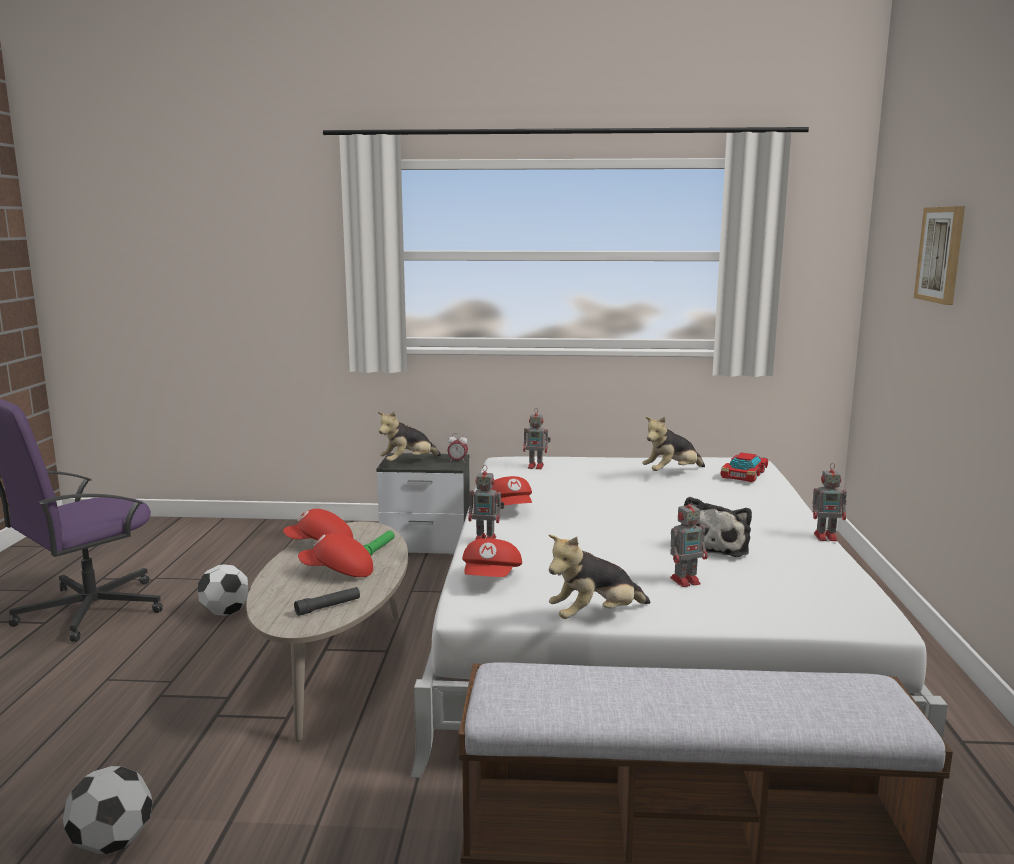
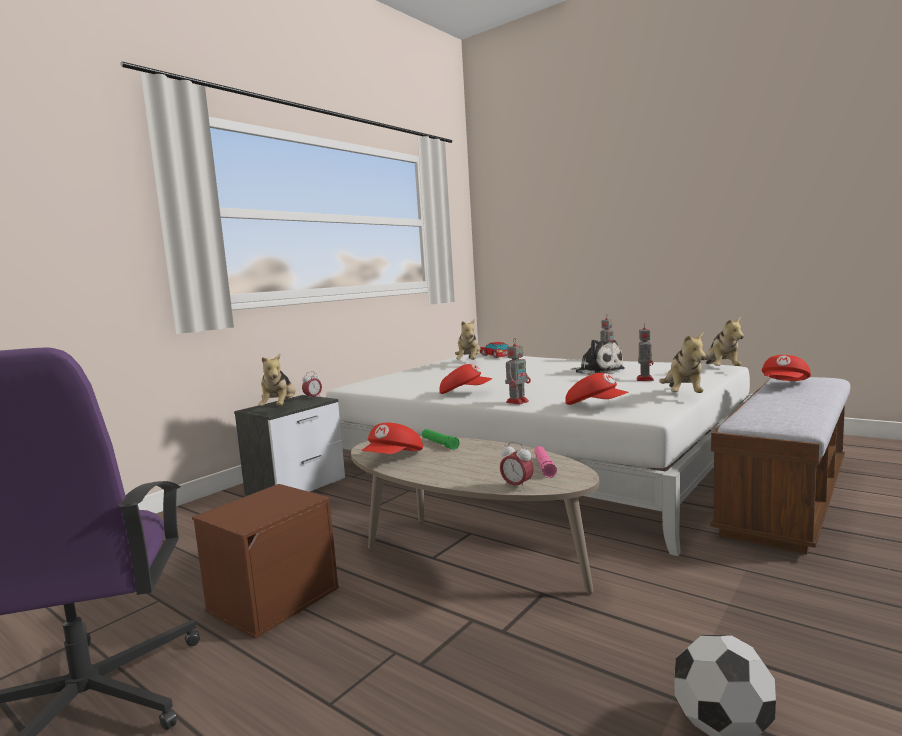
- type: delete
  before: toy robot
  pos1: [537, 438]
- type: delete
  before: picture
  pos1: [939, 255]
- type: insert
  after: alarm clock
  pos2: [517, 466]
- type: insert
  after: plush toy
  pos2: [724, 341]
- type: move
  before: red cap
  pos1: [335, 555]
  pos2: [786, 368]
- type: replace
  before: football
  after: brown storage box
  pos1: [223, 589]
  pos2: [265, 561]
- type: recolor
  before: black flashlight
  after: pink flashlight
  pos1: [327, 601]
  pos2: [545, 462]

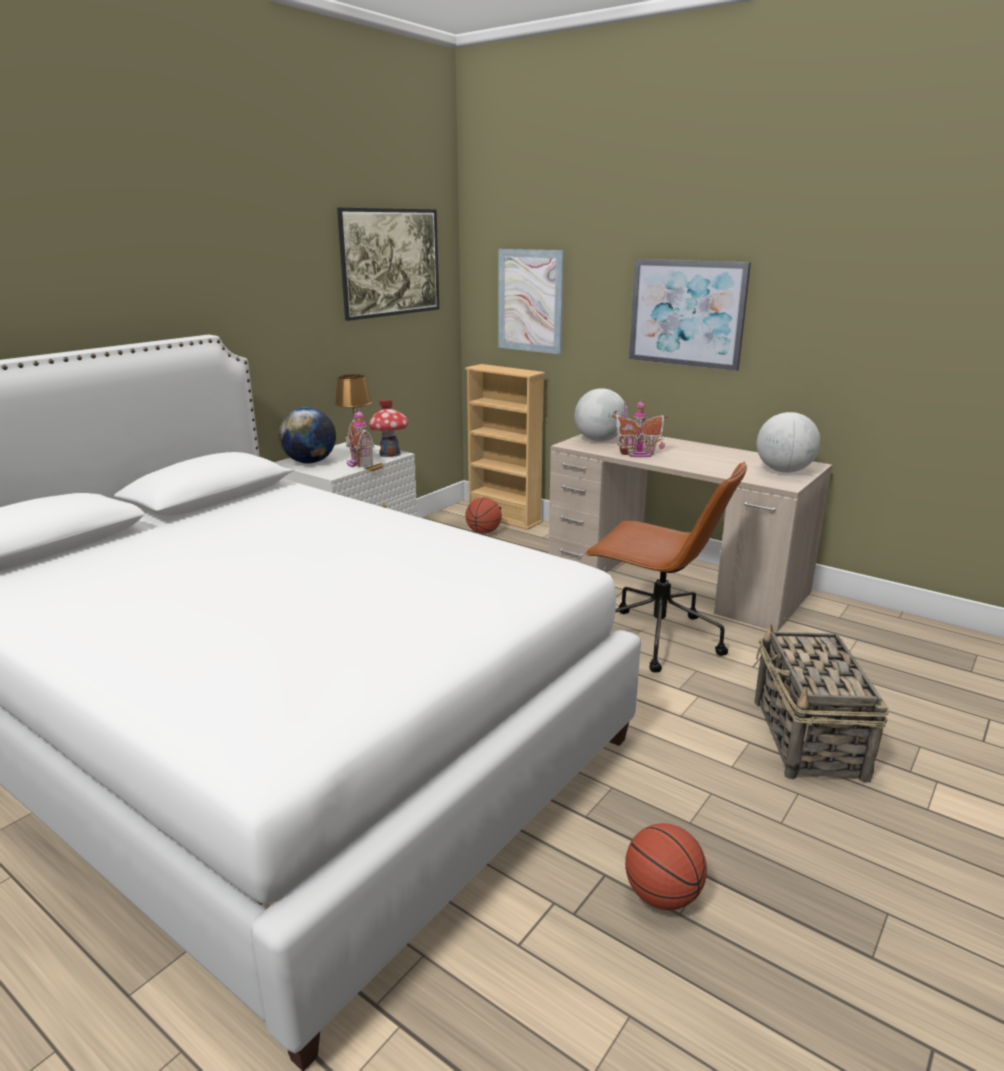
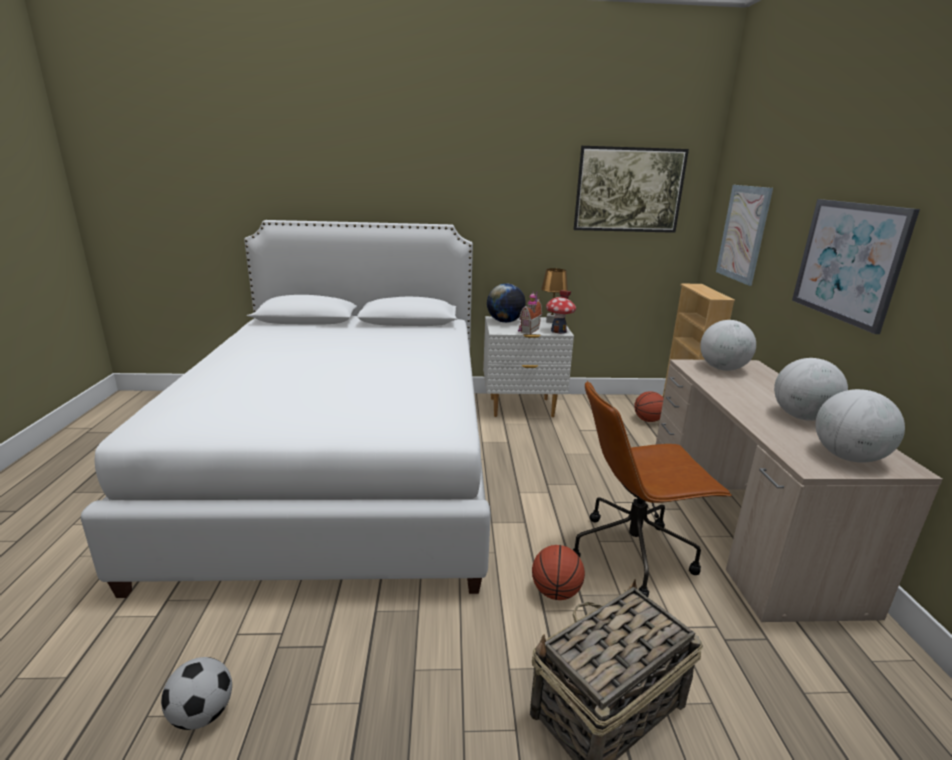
- type: delete
  before: toy house
  pos1: [639, 428]
- type: insert
  after: football
  pos2: [196, 693]
- type: insert
  after: globe
  pos2: [811, 389]
- type: move
  before: basketball
  pos1: [666, 866]
  pos2: [558, 572]
- type: rotate
  before: brown office chair
  pos1: [665, 567]
  pos2: [652, 488]
  turn: 90

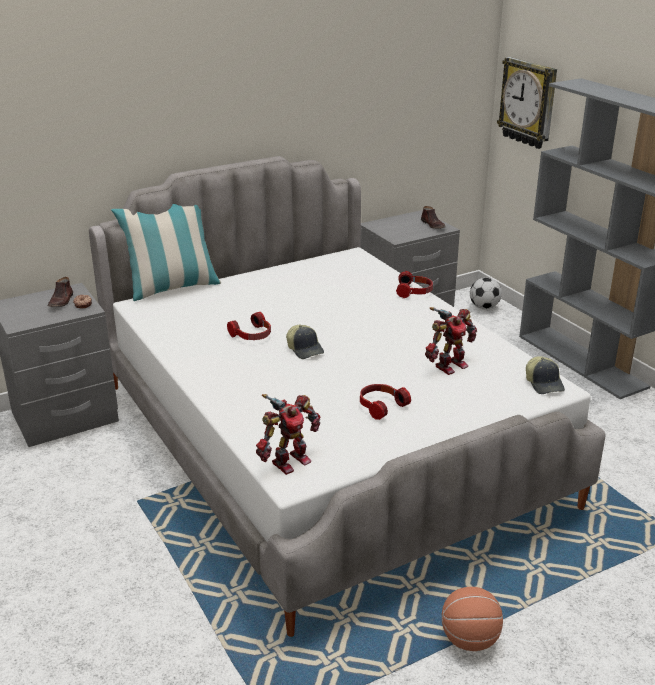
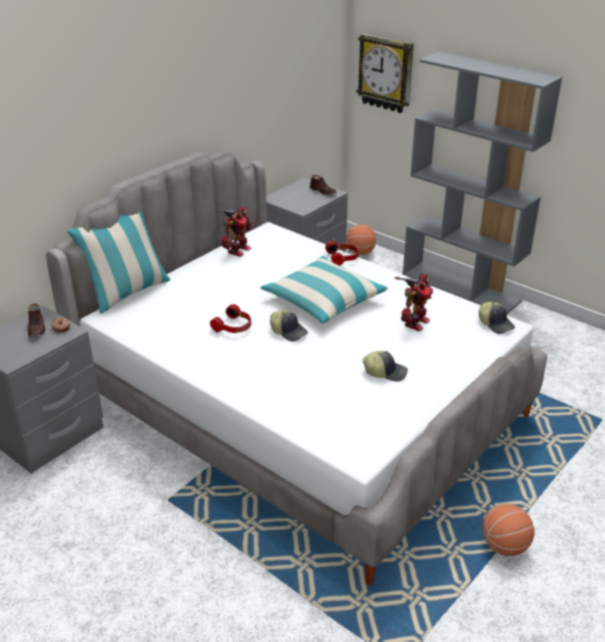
- type: insert
  after: pillow
  pos2: [324, 290]
- type: move
  before: toy robot
  pos1: [288, 434]
  pos2: [234, 231]
- type: replace
  before: headphones
  after: cap
  pos1: [385, 402]
  pos2: [385, 366]
- type: replace
  before: football
  after: basketball
  pos1: [486, 293]
  pos2: [361, 239]

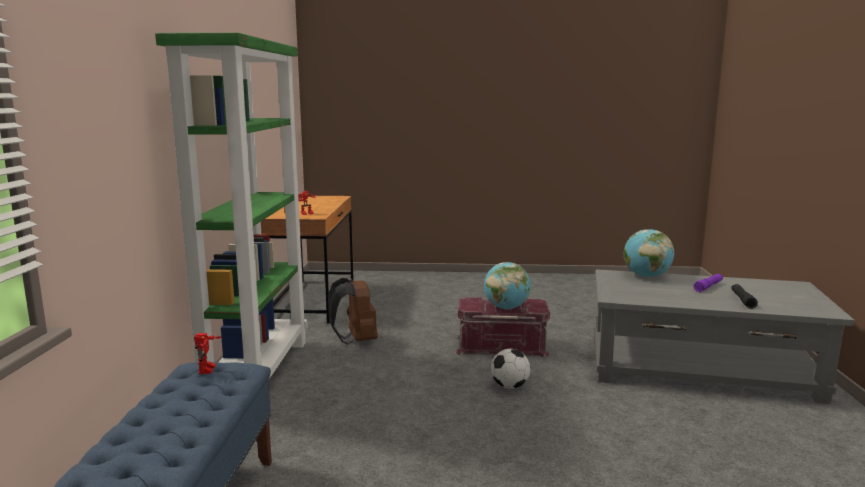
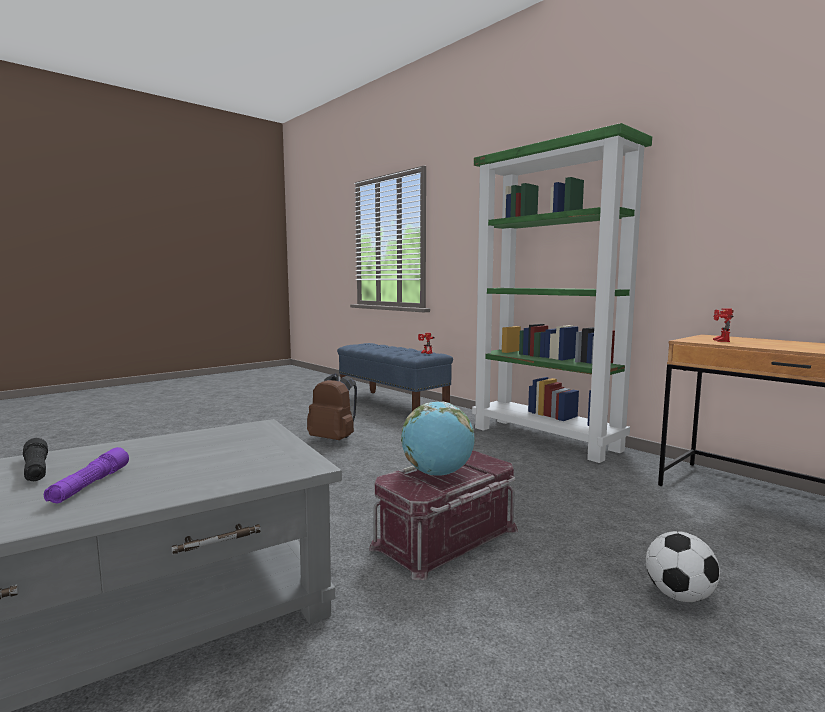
- type: delete
  before: globe
  pos1: [648, 253]
- type: move
  before: brown backpack
  pos1: [353, 311]
  pos2: [332, 406]
- type: move
  before: football
  pos1: [510, 369]
  pos2: [683, 566]

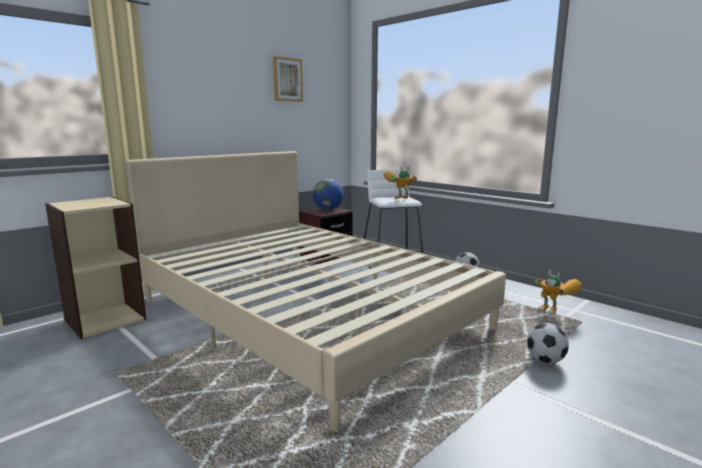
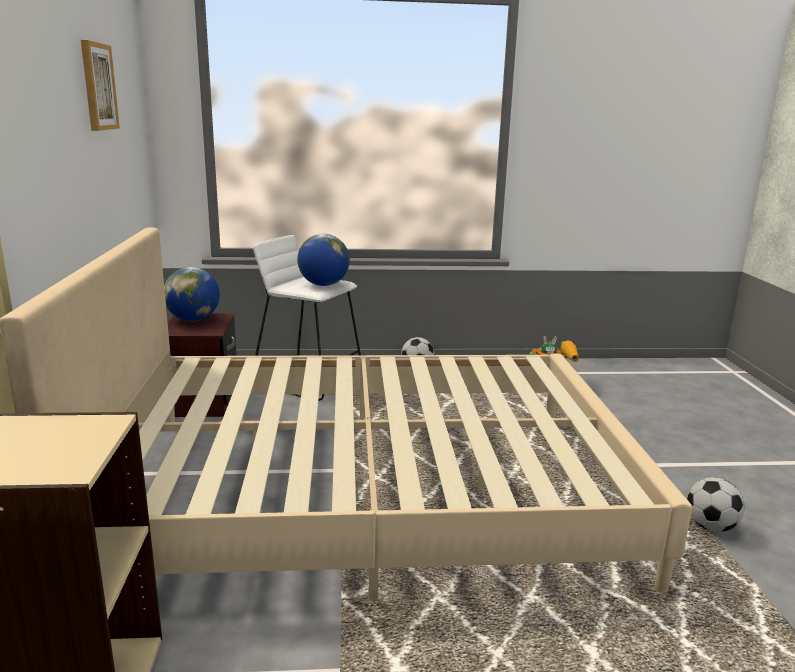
- type: move
  before: football
  pos1: [548, 343]
  pos2: [715, 504]
- type: replace
  before: toy robot
  after: globe
  pos1: [400, 182]
  pos2: [323, 260]

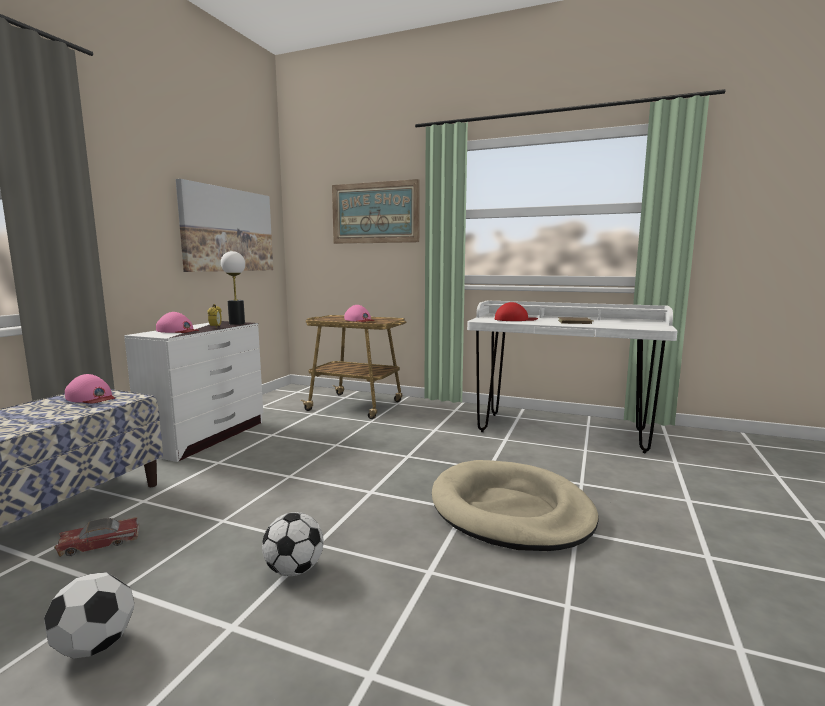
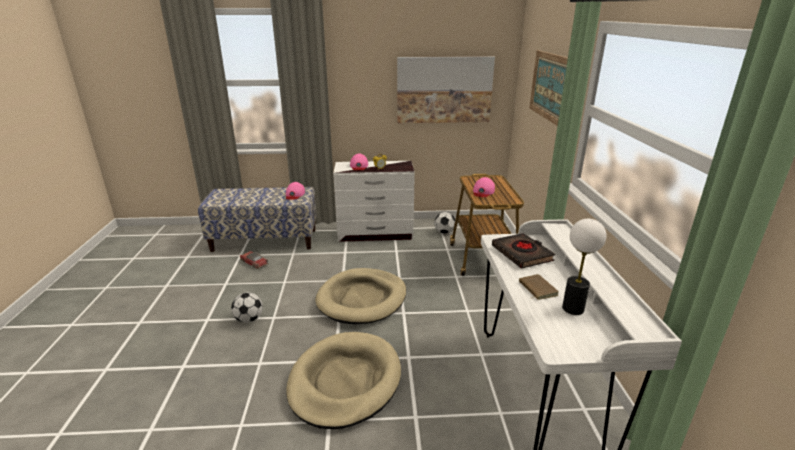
- type: insert
  after: beige dog bed
  pos2: [360, 296]
- type: move
  before: football
  pos1: [89, 615]
  pos2: [444, 223]
- type: move
  before: table lamp
  pos1: [233, 288]
  pos2: [584, 267]
- type: replace
  before: red cap
  after: black book
  pos1: [516, 311]
  pos2: [523, 251]

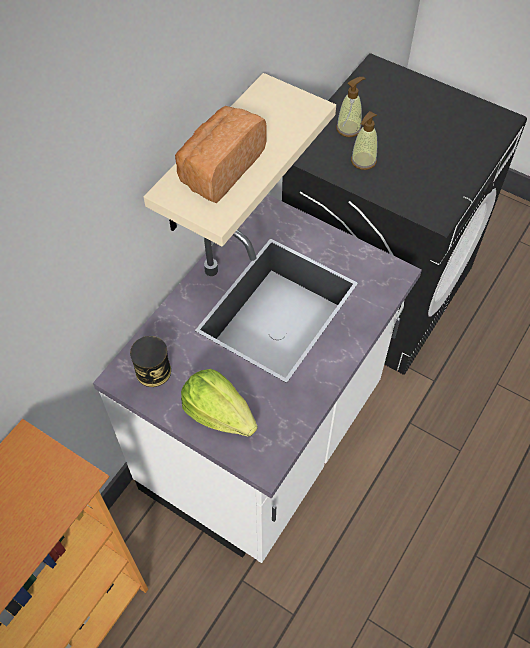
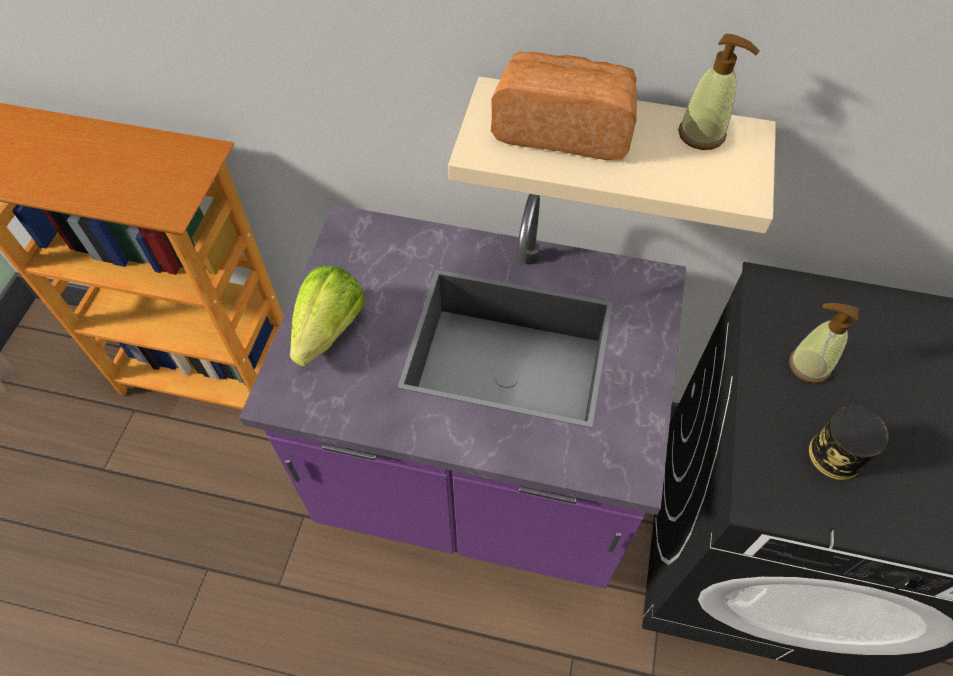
- type: move
  before: can
  pos1: [150, 361]
  pos2: [848, 443]
- type: move
  before: soap dispenser
  pos1: [351, 107]
  pos2: [718, 92]
- type: recolor
  before: white counter
  after: purple counter
  pos1: [257, 378]
  pos2: [462, 391]

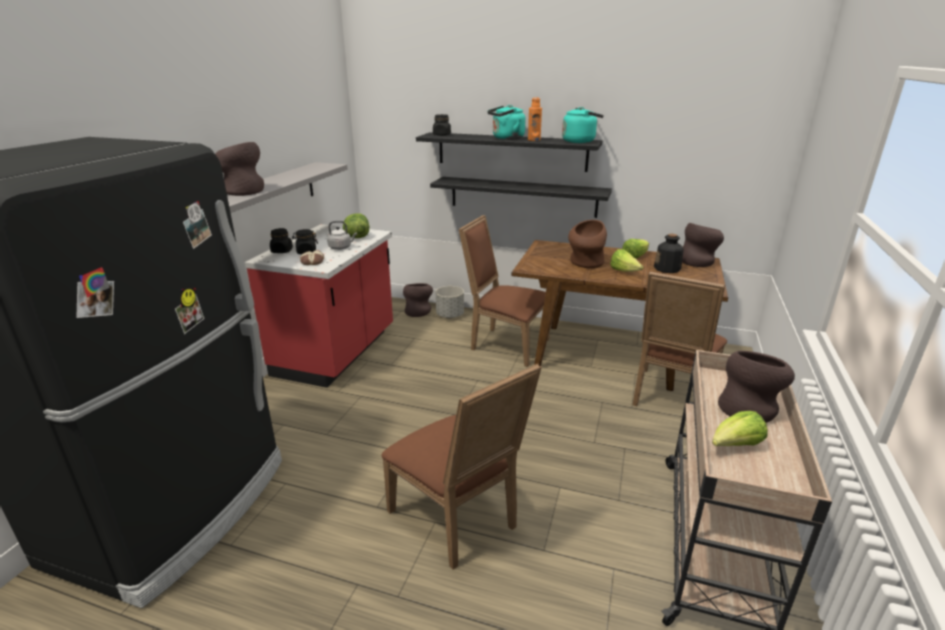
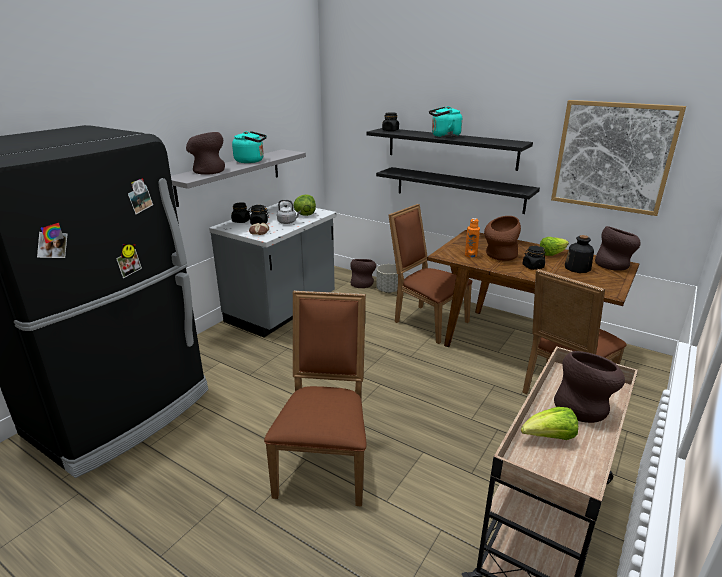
- type: insert
  after: picture
  pos2: [618, 158]
- type: move
  before: orange bottle
  pos1: [535, 119]
  pos2: [472, 238]
- type: move
  before: turquoise kettle
  pos1: [583, 125]
  pos2: [249, 147]
- type: replace
  before: lettuce
  after: black jar
  pos1: [626, 260]
  pos2: [534, 258]
- type: recolor
  before: red counter
  after: grey counter
  pos1: [319, 306]
  pos2: [273, 269]
- type: rotate
  before: brown chair
  pos1: [461, 466]
  pos2: [315, 399]
  turn: -150

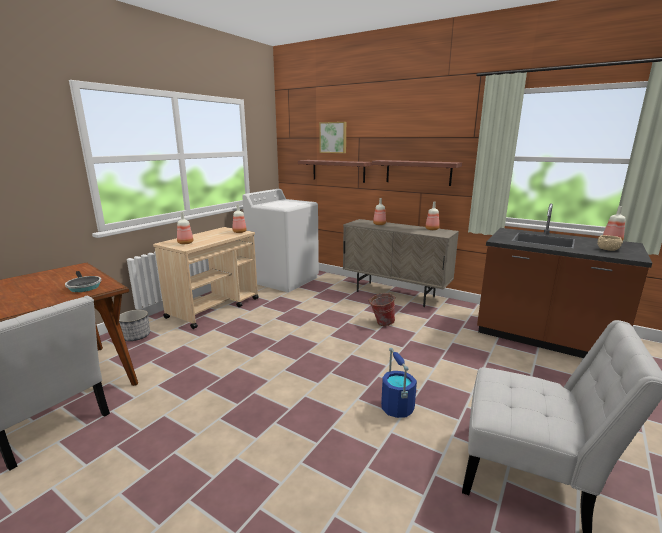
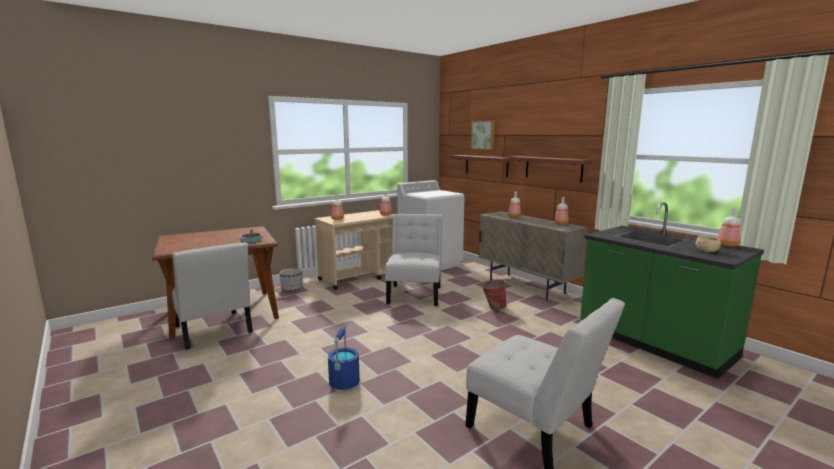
- type: insert
  after: white chair
  pos2: [413, 260]
- type: move
  before: blue bucket
  pos1: [399, 383]
  pos2: [344, 357]
- type: recolor
  before: brown counter
  after: green counter
  pos1: [564, 280]
  pos2: [672, 290]

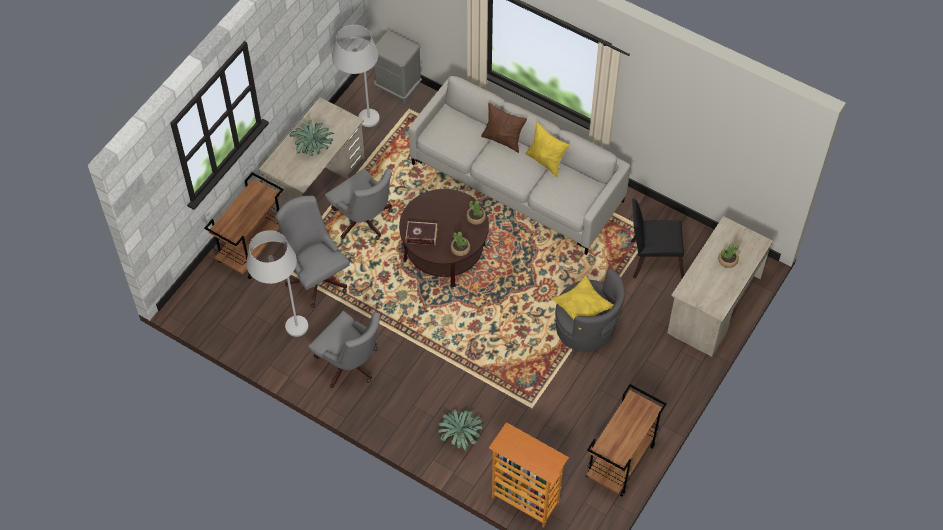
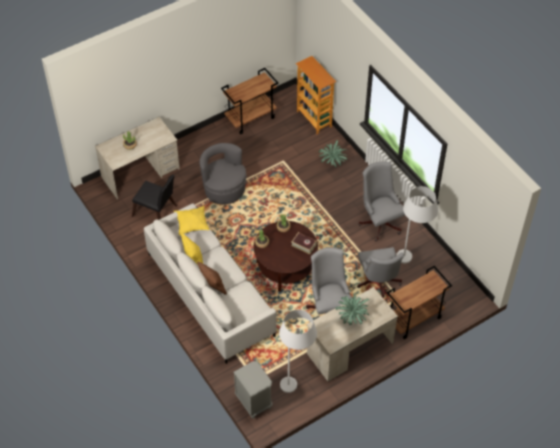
- type: move
  before: yellow pillow
  pos1: [582, 303]
  pos2: [192, 220]

